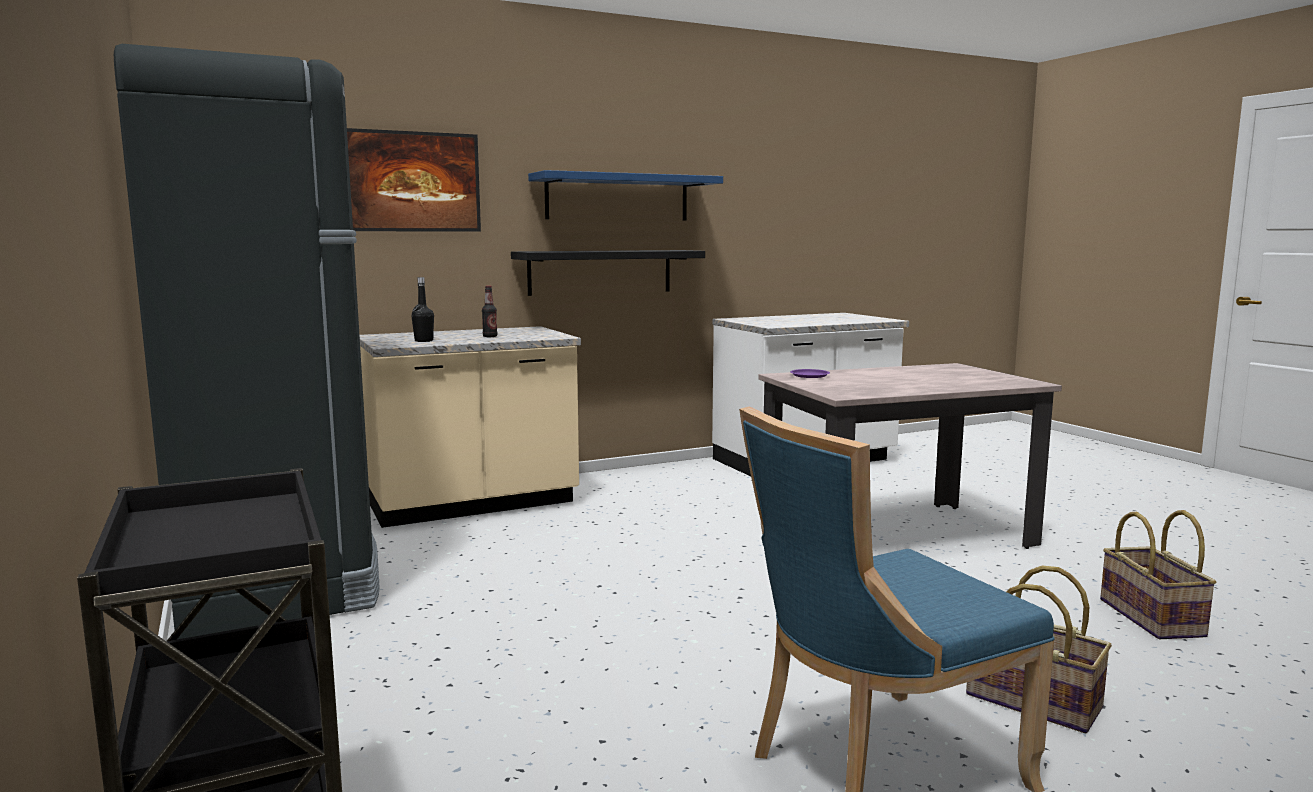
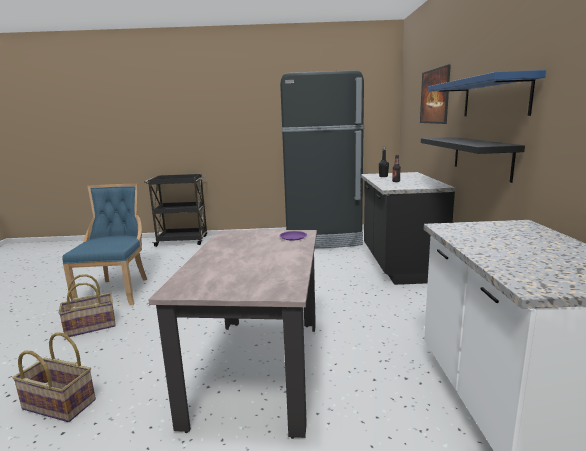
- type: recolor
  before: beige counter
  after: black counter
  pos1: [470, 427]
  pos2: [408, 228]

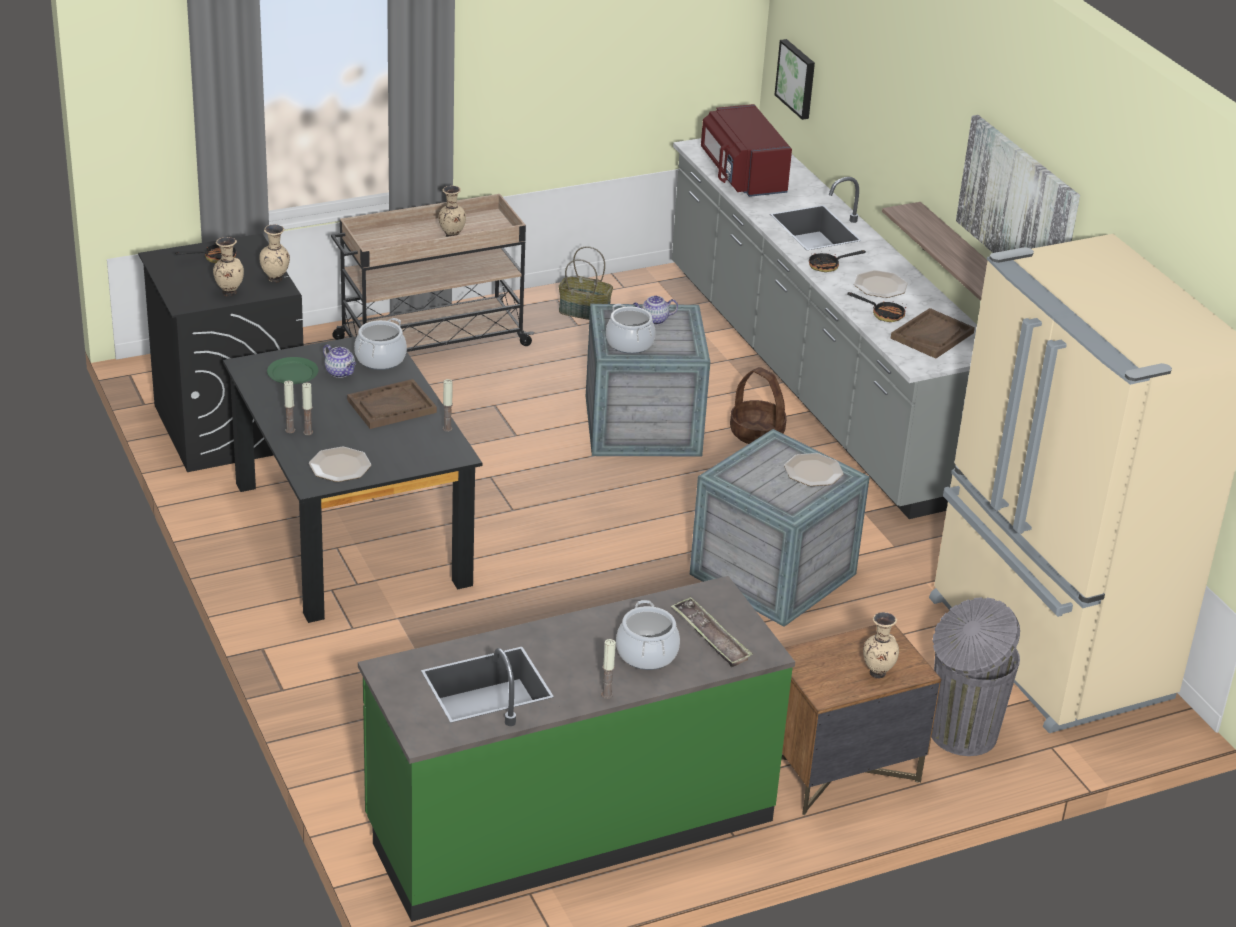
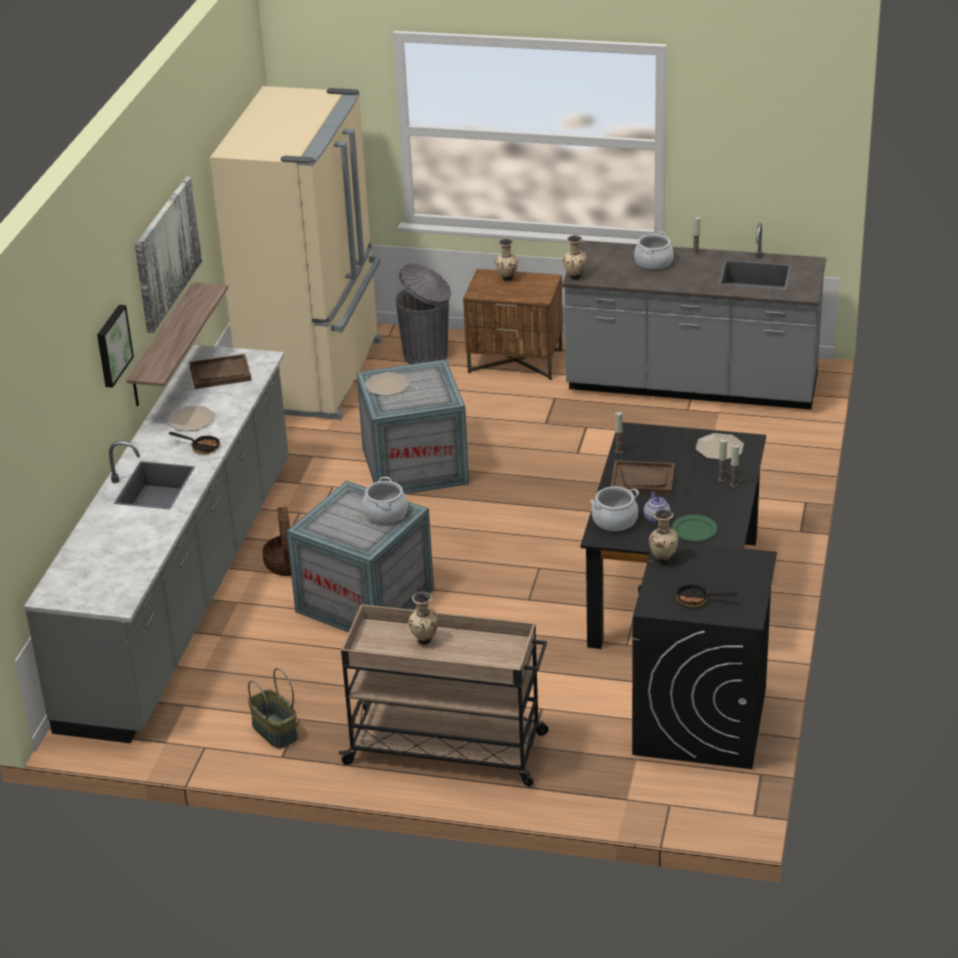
- type: delete
  before: teapot
  pos1: [655, 310]
- type: delete
  before: tray
  pos1: [712, 632]
- type: delete
  before: red microwave
  pos1: [746, 150]
- type: delete
  before: frying pan
  pos1: [876, 307]
- type: move
  before: beige vase
  pos1: [228, 266]
  pos2: [574, 257]
- type: move
  before: picture
  pos1: [795, 79]
  pos2: [115, 346]
- type: recolor
  before: green counter
  after: grey counter
  pos1: [576, 749]
  pos2: [694, 316]

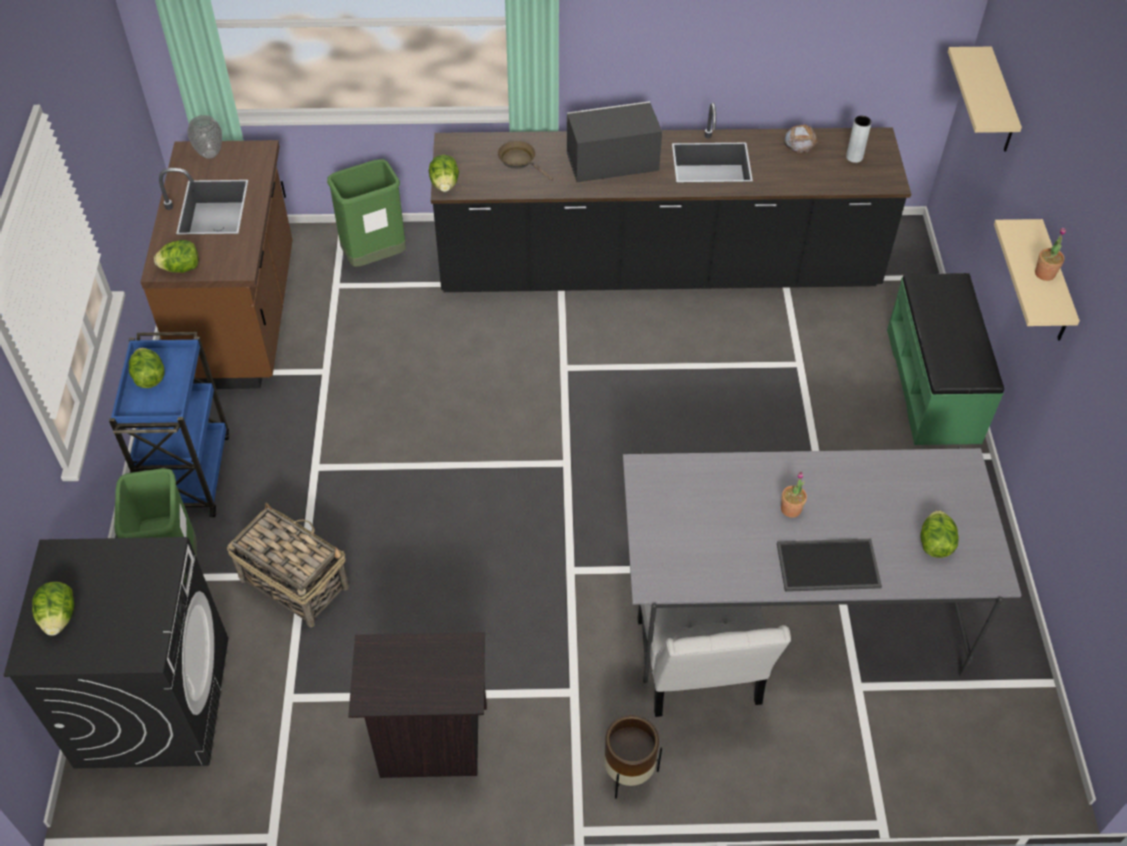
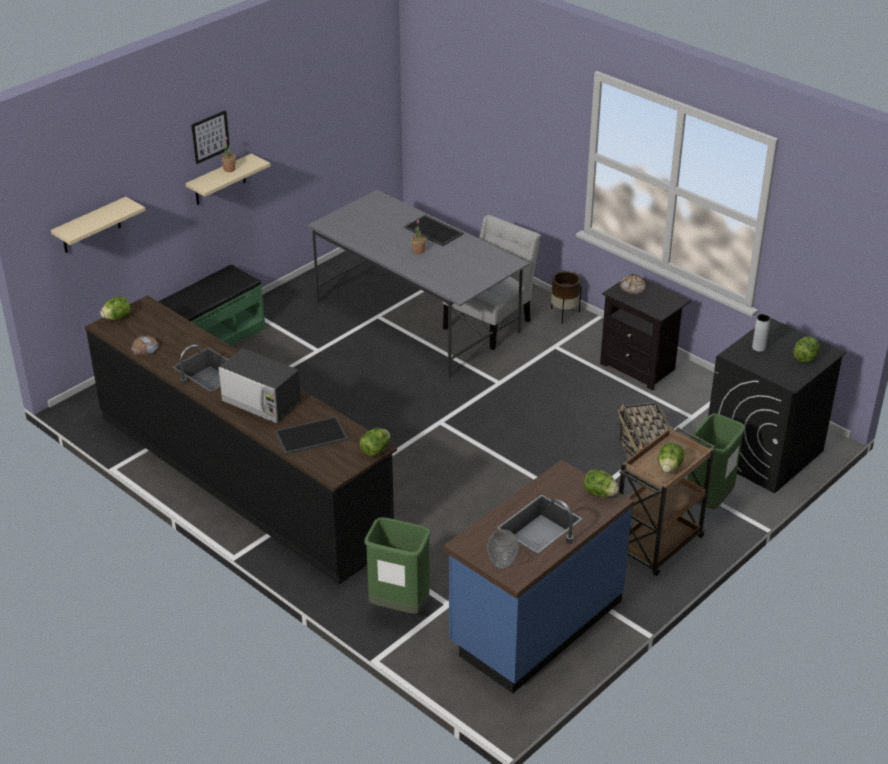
- type: insert
  after: picture
  pos2: [210, 137]
- type: insert
  after: bread
  pos2: [633, 284]
- type: move
  before: grey vase
  pos1: [859, 139]
  pos2: [761, 333]
- type: move
  before: lettuce
  pos1: [939, 534]
  pos2: [115, 308]
- type: replace
  before: brown frying pan
  after: tray
  pos1: [525, 161]
  pos2: [311, 435]
- type: recolor
  before: blue cart
  after: brown cart
  pos1: [169, 424]
  pos2: [667, 501]
- type: recolor
  before: brown counter
  after: blue counter
  pos1: [217, 264]
  pos2: [539, 576]

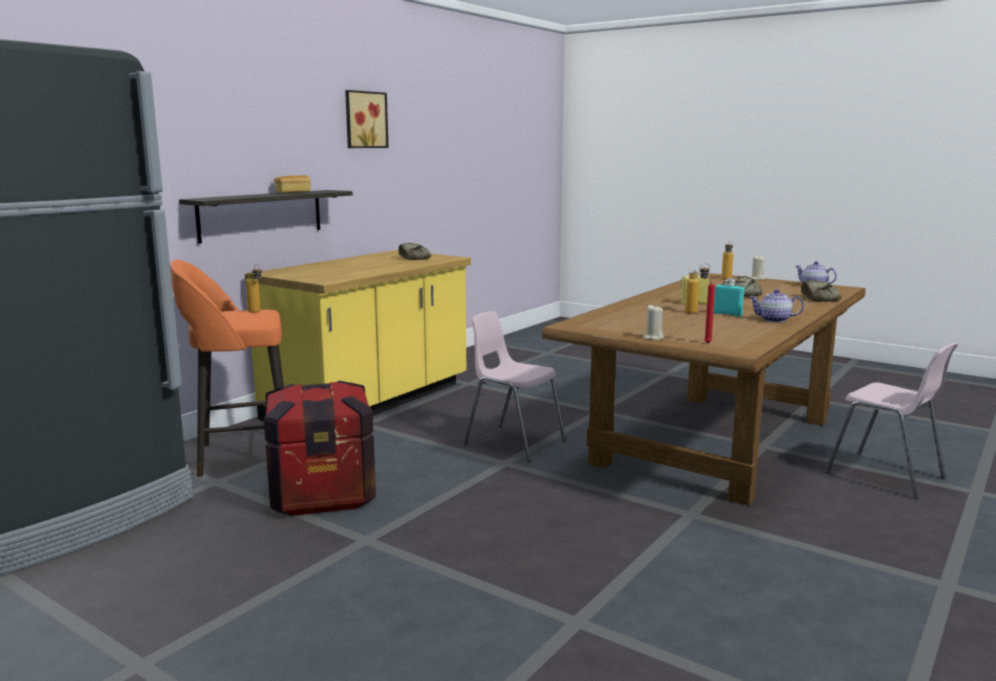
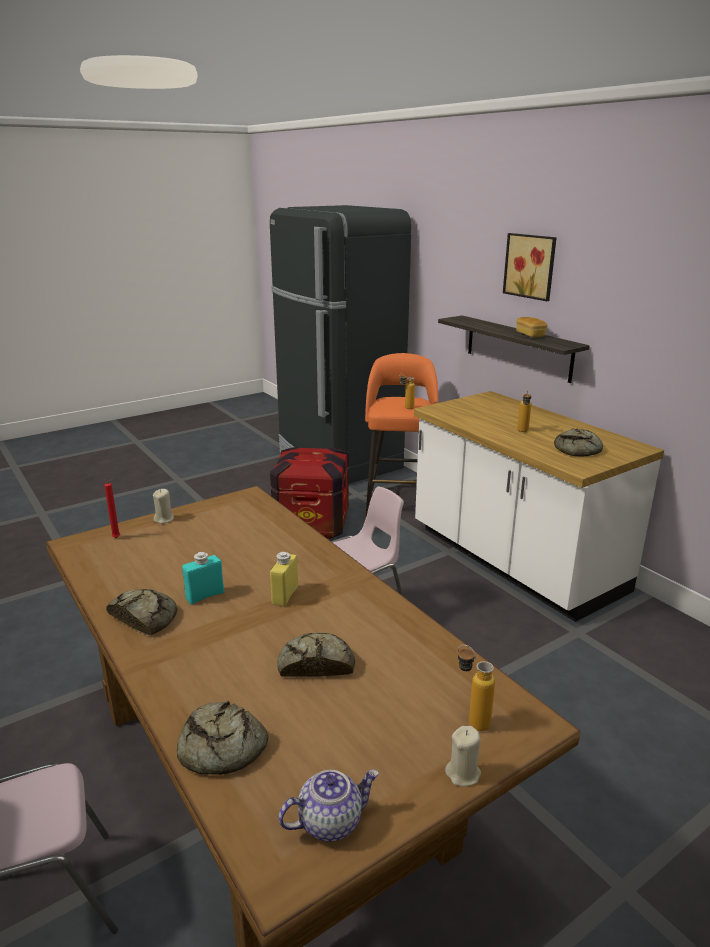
- type: move
  before: picture
  pos1: [367, 119]
  pos2: [530, 267]
- type: move
  before: bottle
  pos1: [697, 288]
  pos2: [524, 411]
- type: replace
  before: teapot
  after: bread
  pos1: [776, 305]
  pos2: [141, 612]
- type: recolor
  before: yellow counter
  after: white counter
  pos1: [358, 335]
  pos2: [539, 506]

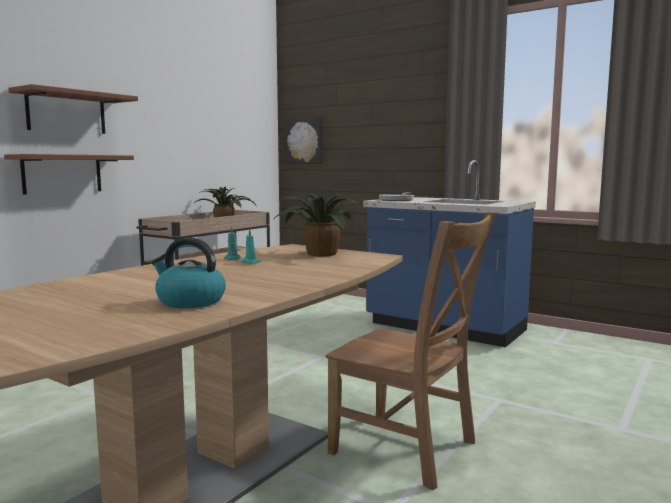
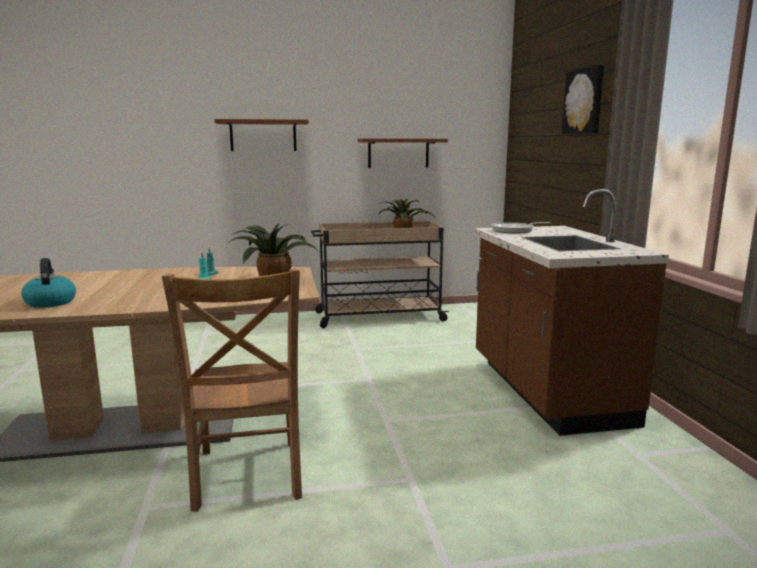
- type: move
  before: brown shelf
  pos1: [69, 174]
  pos2: [403, 153]
- type: move
  before: picture
  pos1: [304, 140]
  pos2: [583, 99]
- type: recolor
  before: blue counter
  after: brown counter
  pos1: [449, 253]
  pos2: [571, 312]

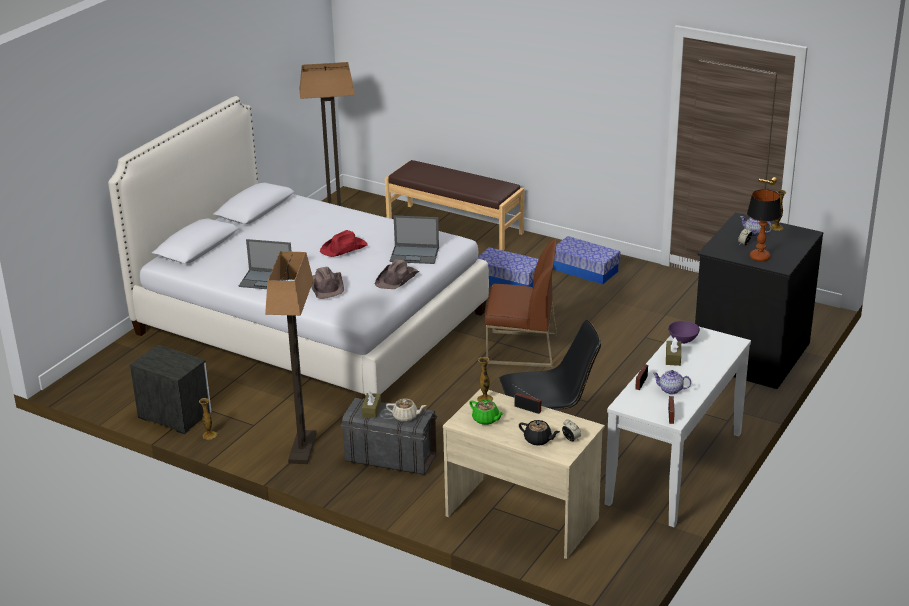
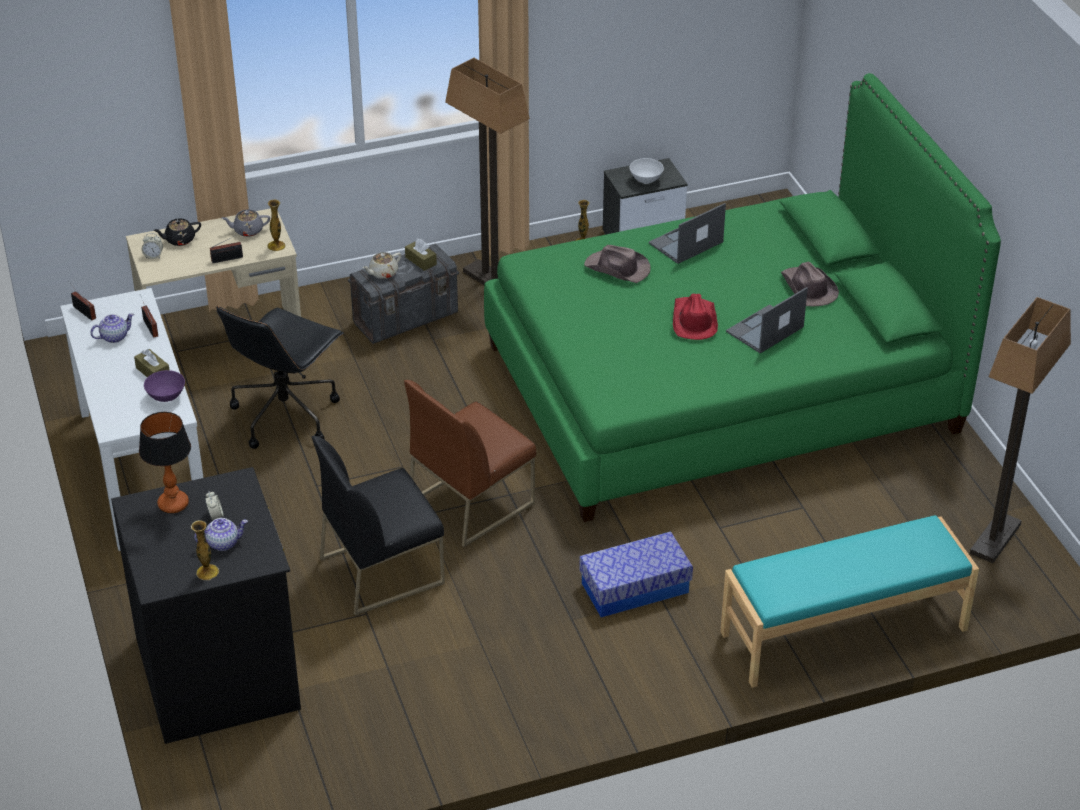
- type: delete
  before: storage box
  pos1: [587, 260]
- type: insert
  after: black chair
  pos2: [378, 526]
- type: insert
  after: white bowl
  pos2: [647, 171]
- type: move
  before: brown hat
  pos1: [397, 274]
  pos2: [810, 284]
- type: move
  before: laptop
  pos1: [414, 239]
  pos2: [767, 320]
- type: recolor
  before: white bed
  after: green bed
  pos1: [298, 245]
  pos2: [742, 297]
- type: recolor
  before: brown bench
  after: turquoise bench
  pos1: [454, 205]
  pos2: [849, 601]
- type: recolor
  before: green teapot
  after: grey teapot
  pos1: [486, 412]
  pos2: [246, 223]

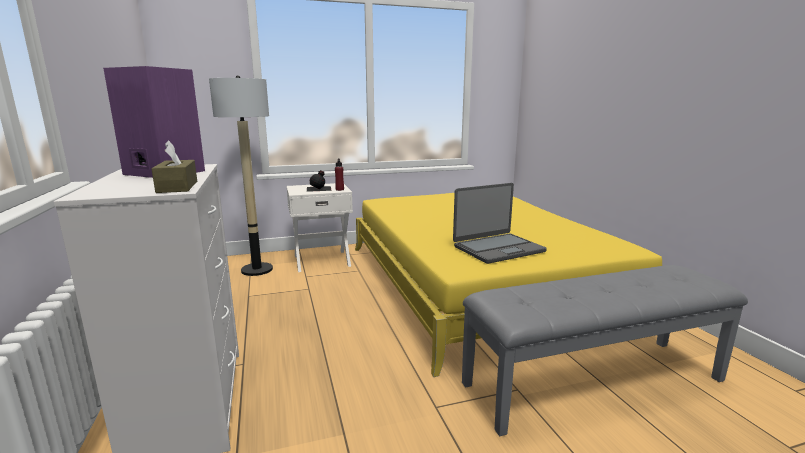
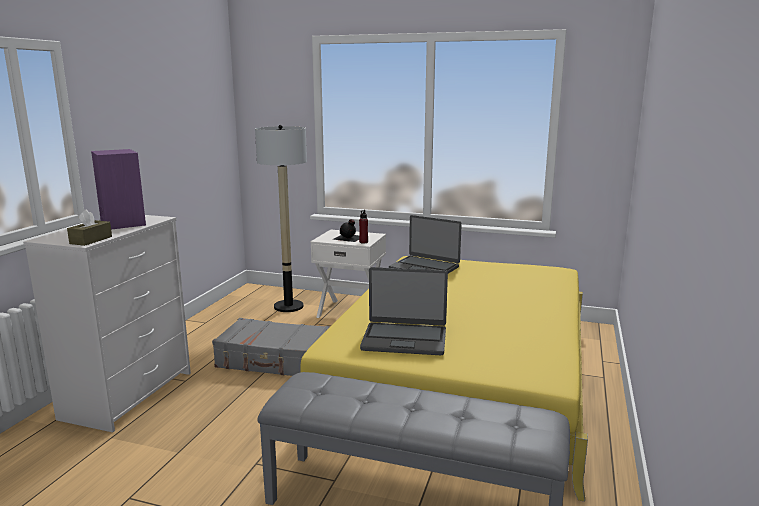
- type: insert
  after: grey suitcase
  pos2: [271, 347]
- type: insert
  after: laptop
  pos2: [425, 244]

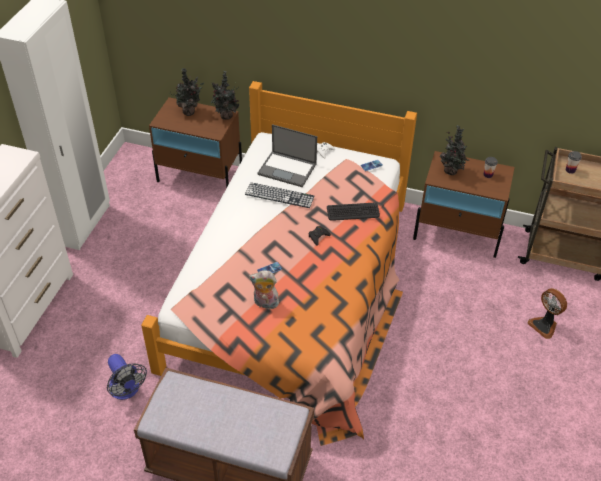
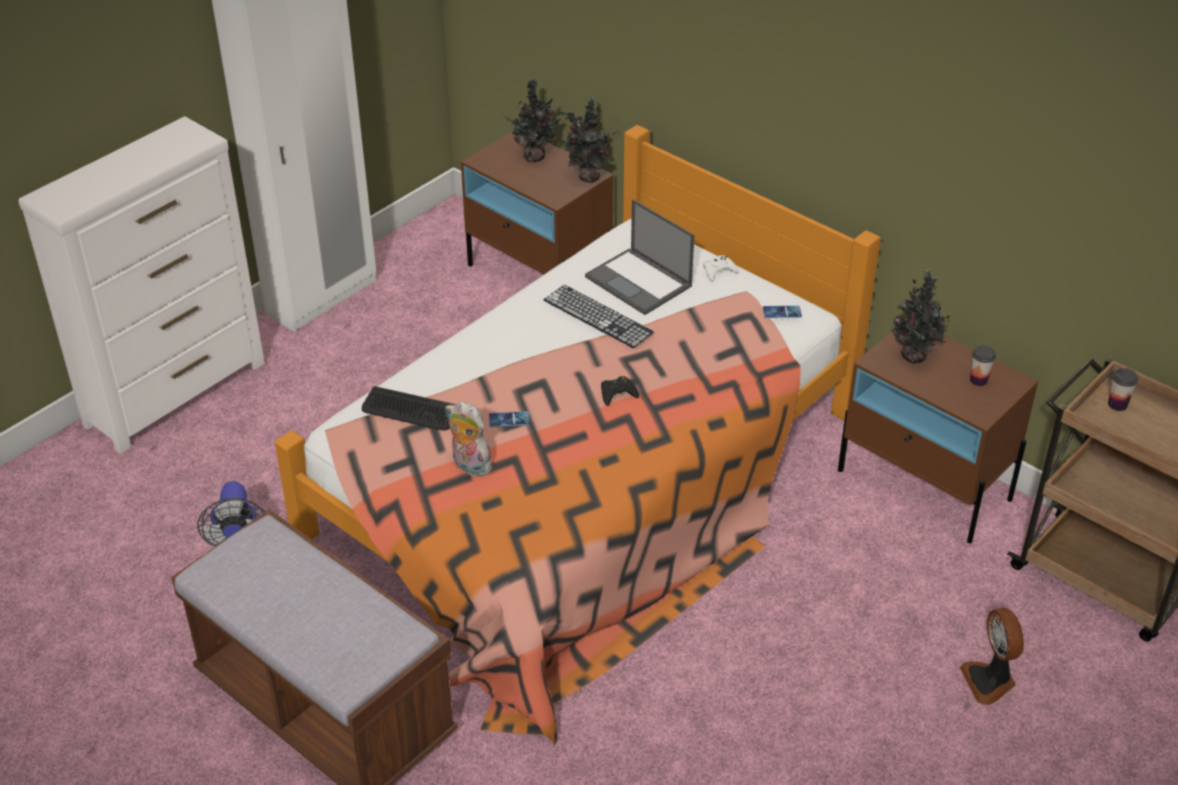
- type: move
  before: keyboard
  pos1: [353, 211]
  pos2: [409, 408]

